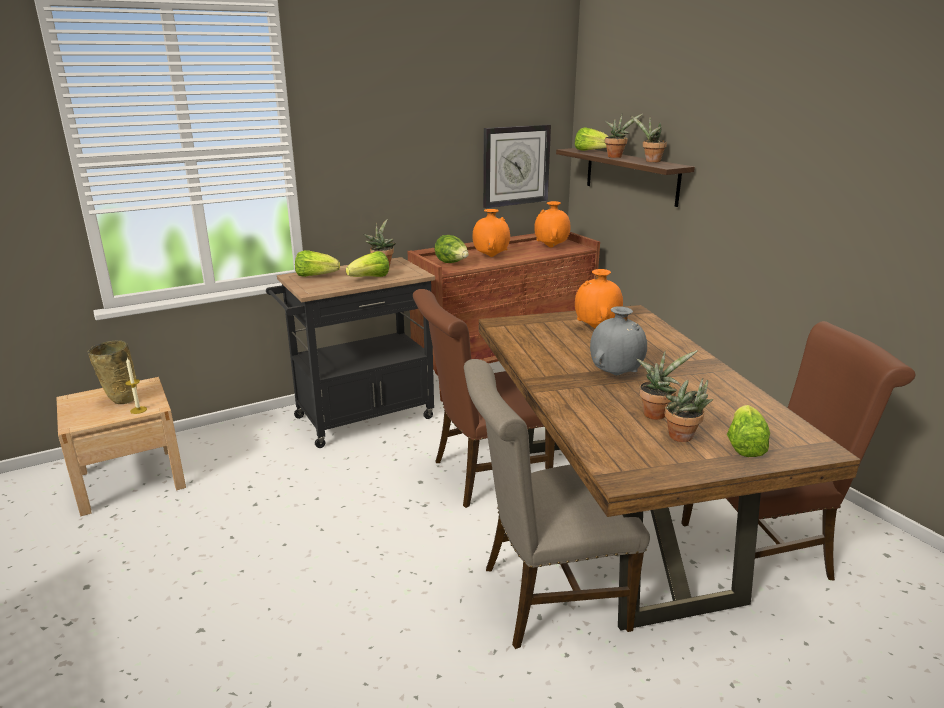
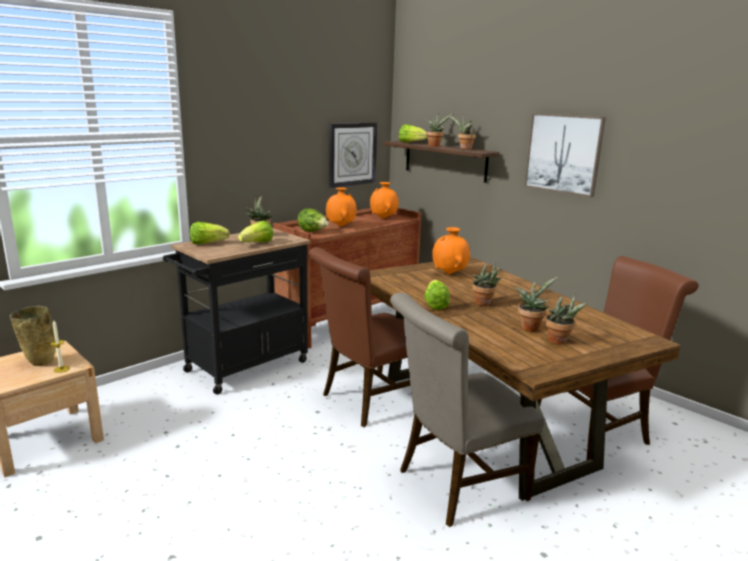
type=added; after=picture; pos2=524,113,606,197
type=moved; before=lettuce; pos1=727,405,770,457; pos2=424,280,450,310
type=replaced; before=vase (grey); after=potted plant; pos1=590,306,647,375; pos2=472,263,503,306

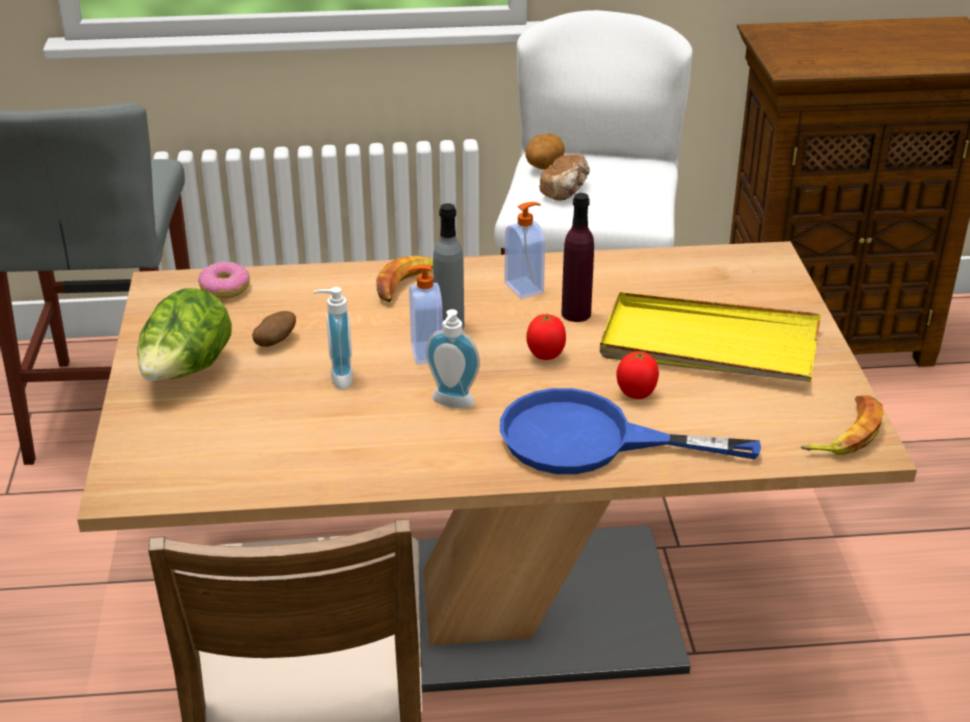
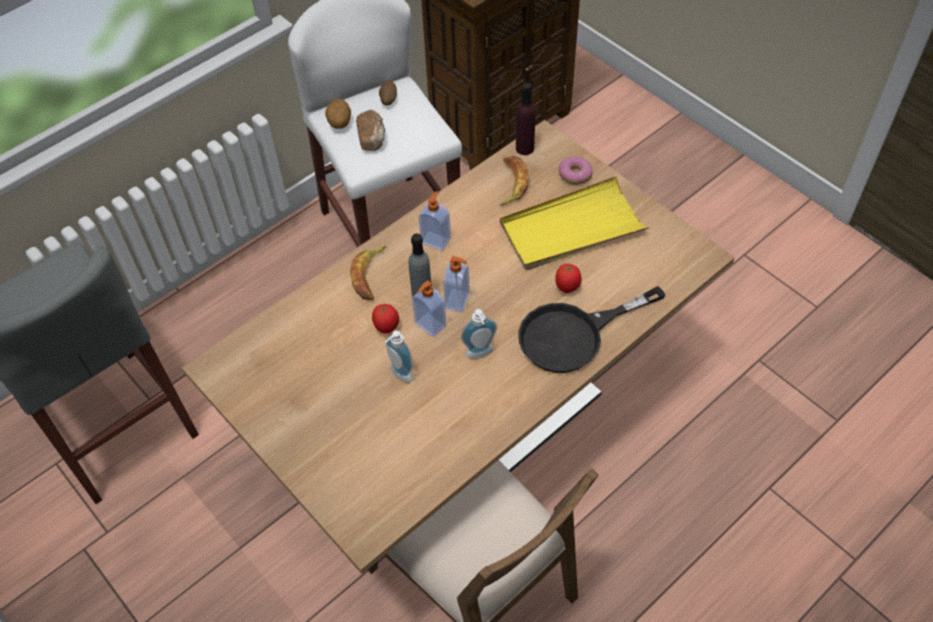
type=removed; before=lettuce; pos1=137,288,232,381
type=added; after=soap dispenser; pos2=443,256,470,312
type=moved; before=donut; pos1=198,261,250,299; pos2=558,156,593,185
type=moved; before=potato; pos1=252,311,296,347; pos2=379,80,397,106
type=moved; before=tomato; pos1=526,313,566,360; pos2=372,304,399,334
type=moved; before=bottle (purple); pos1=561,193,594,322; pos2=516,83,536,155
type=moved; before=banana; pos1=800,395,884,455; pos2=500,156,529,206
type=recoloured; before=frying pan (blue); after=frying pan (black); pos1=500,388,761,474; pos2=518,286,666,373

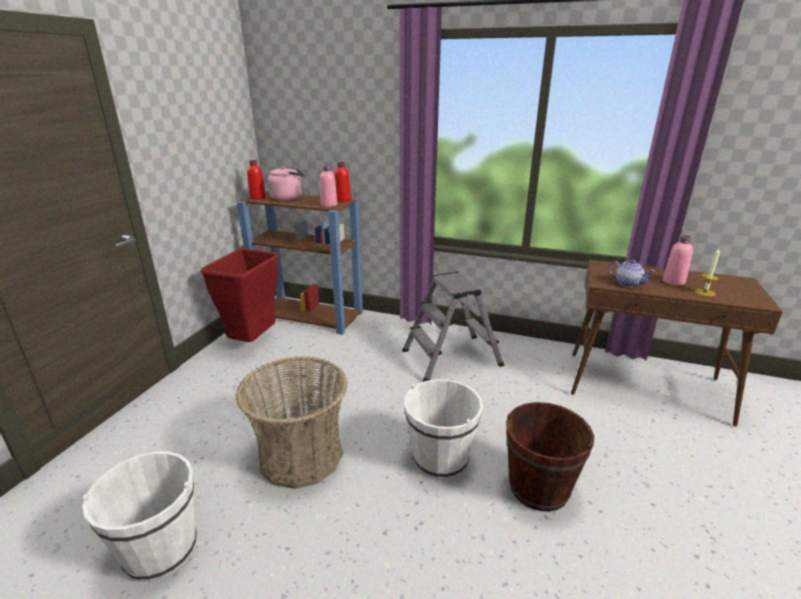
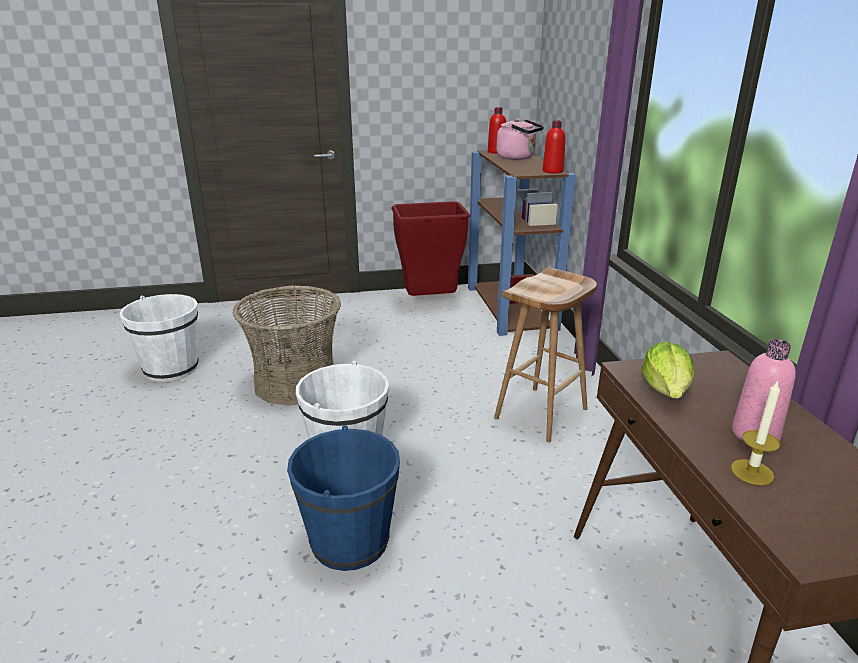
type=removed; before=bottle (pink); pos1=320,165,337,207
type=replaced; before=step ladder (grey); after=stool (brown); pos1=402,271,504,382; pos2=494,268,597,442
type=replaced; before=teapot; after=lettuce; pos1=608,260,655,287; pos2=642,341,694,399
type=recoloured; before=bucket (brown); after=bucket (blue); pos1=506,402,594,512; pos2=287,425,400,571

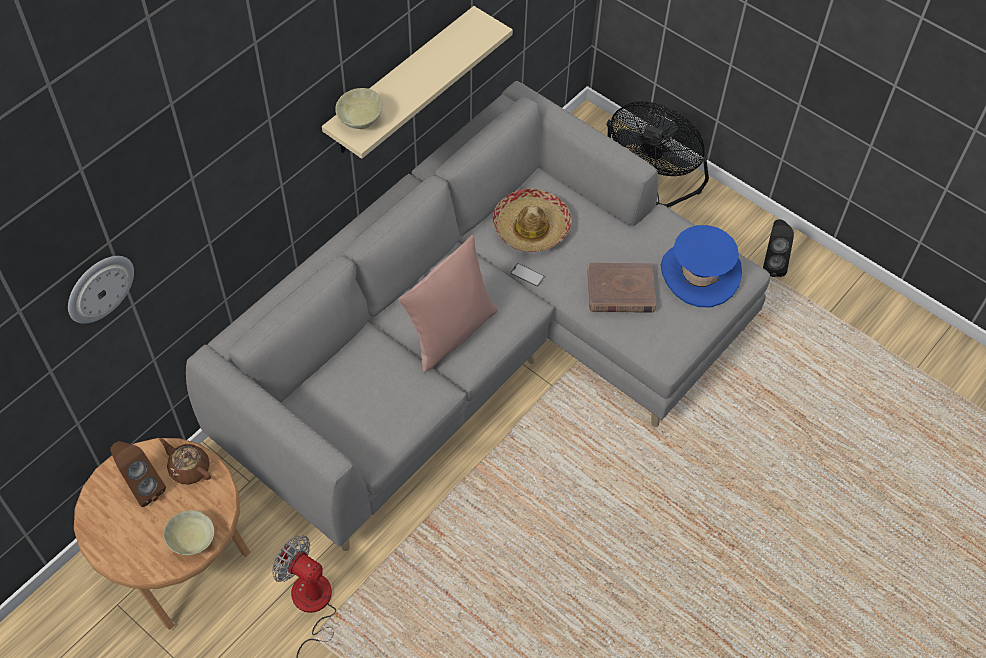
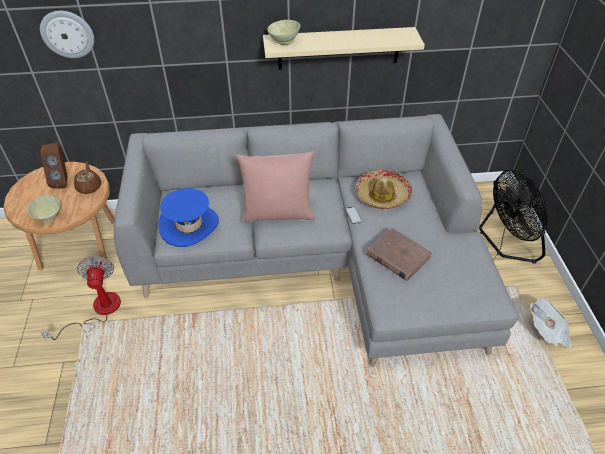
type=moved; before=hat (blue); pos1=661,225,742,307; pos2=158,188,219,247
type=replaced; before=speaker (black); after=newspaper; pos1=763,219,794,277; pos2=530,298,573,348

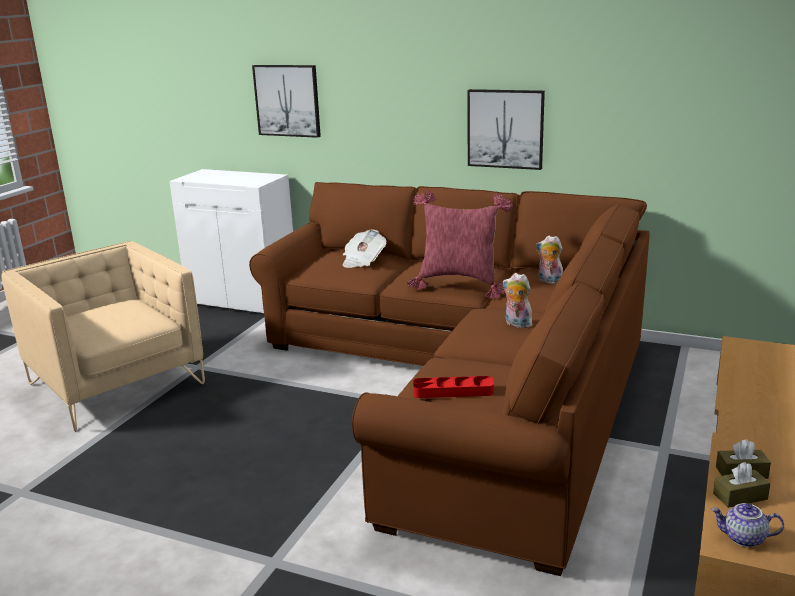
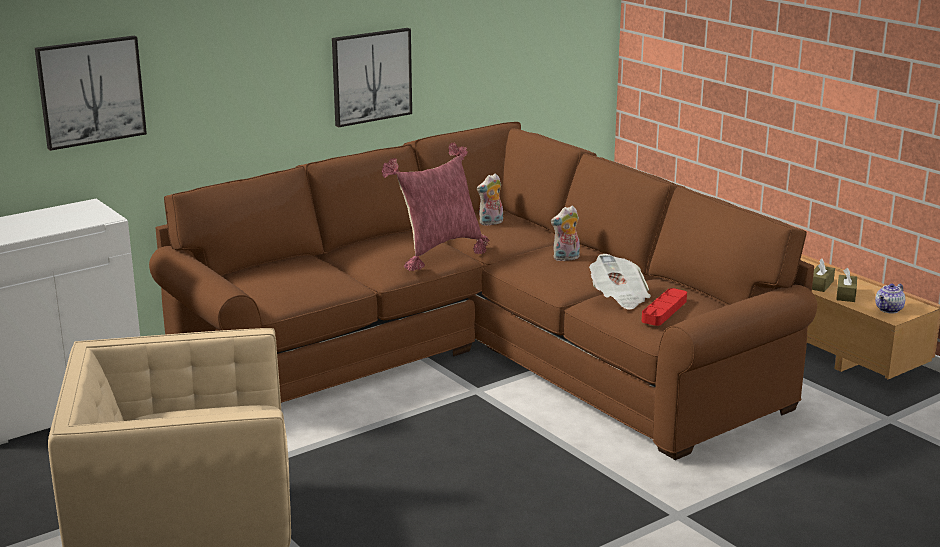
type=moved; before=newspaper; pos1=343,229,386,268; pos2=589,254,651,310

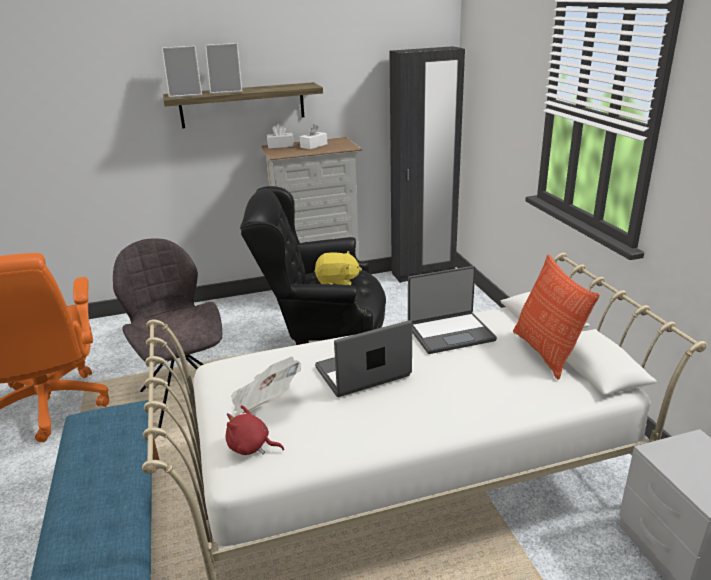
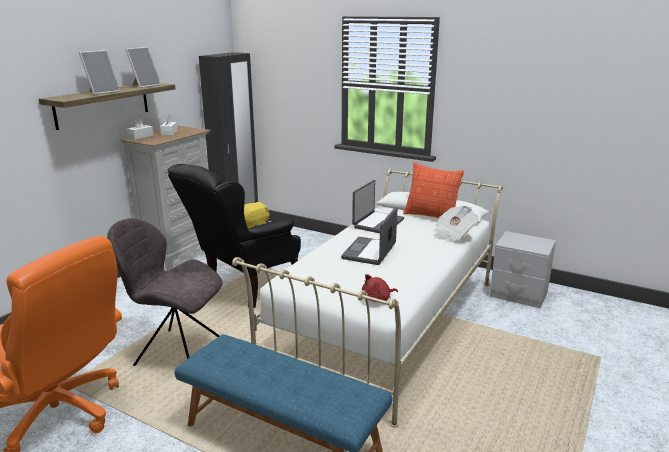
type=moved; before=picture frame; pos1=162,46,202,98; pos2=125,47,161,88
type=moved; before=newspaper; pos1=231,357,301,416; pos2=434,206,478,241

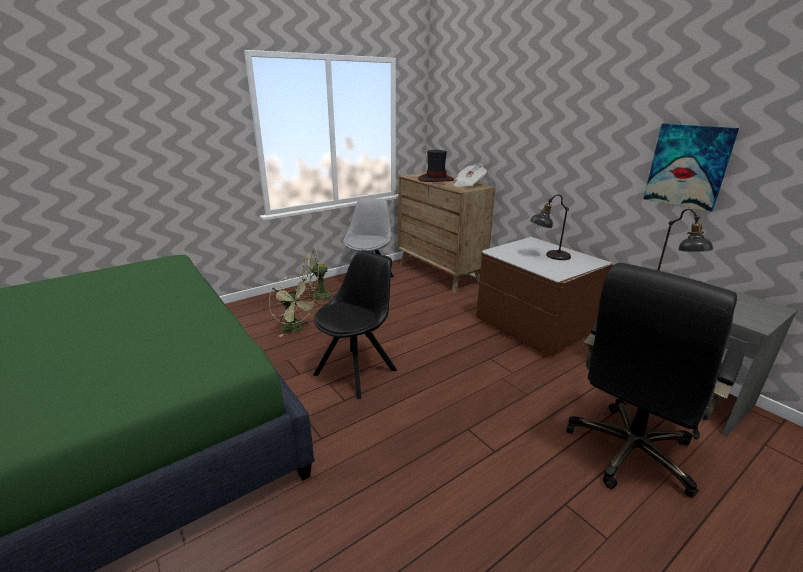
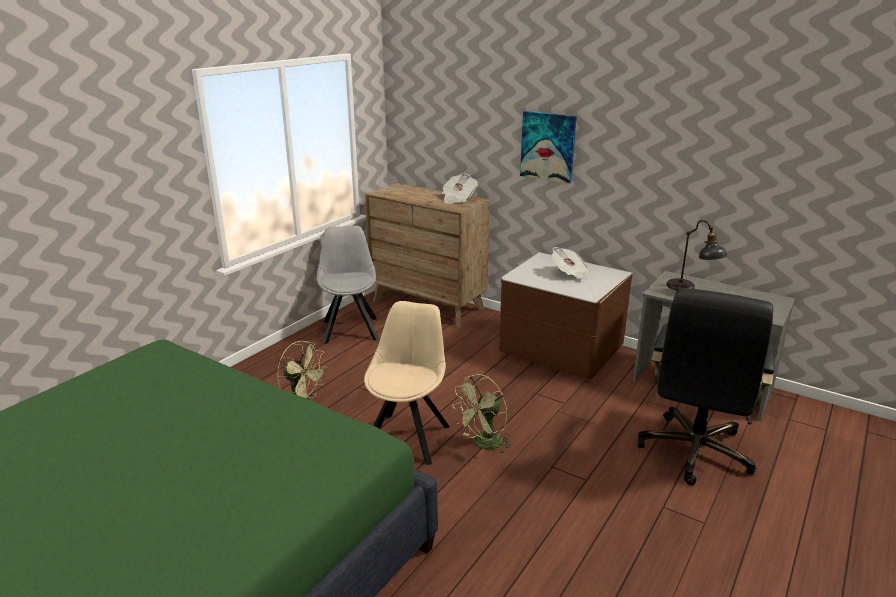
type=removed; before=hat; pos1=418,150,454,182
type=moved; before=fan (green); pos1=302,249,336,302; pos2=452,374,511,454
type=moved; before=picture; pos1=644,123,739,212; pos2=520,111,577,184
type=replaced; before=table lamp (grey); after=newspaper; pos1=530,194,571,260; pos2=551,247,591,281
type=recoloured; before=chair (black); after=chair (beige); pos1=313,250,397,399; pos2=364,301,450,465

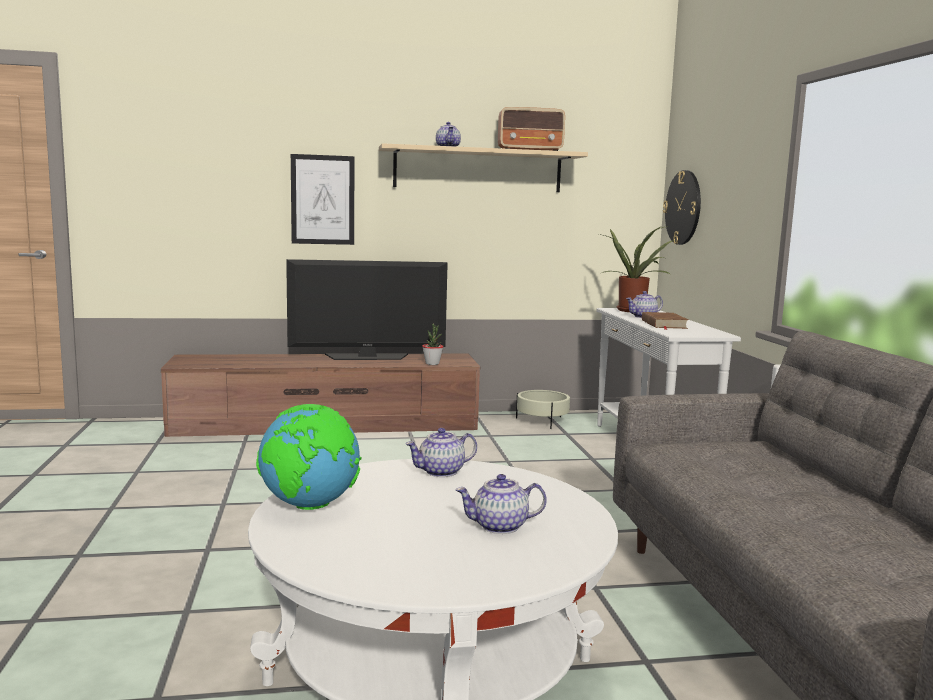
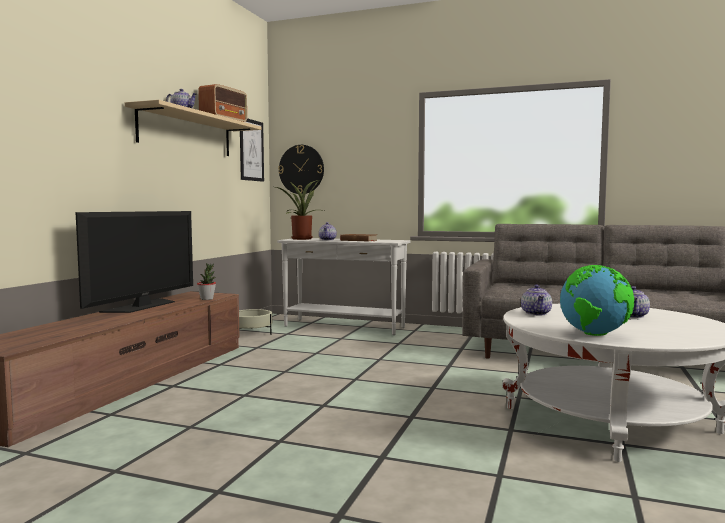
type=moved; before=picture; pos1=291,154,354,245; pos2=240,118,264,182

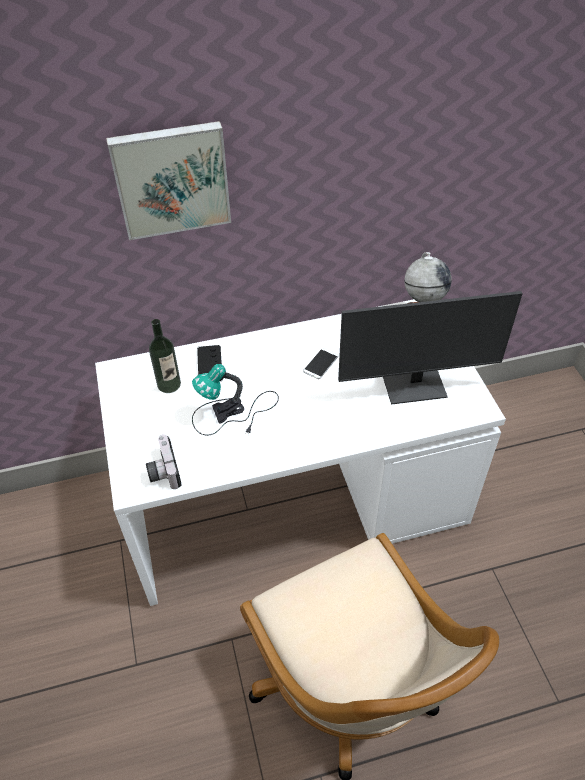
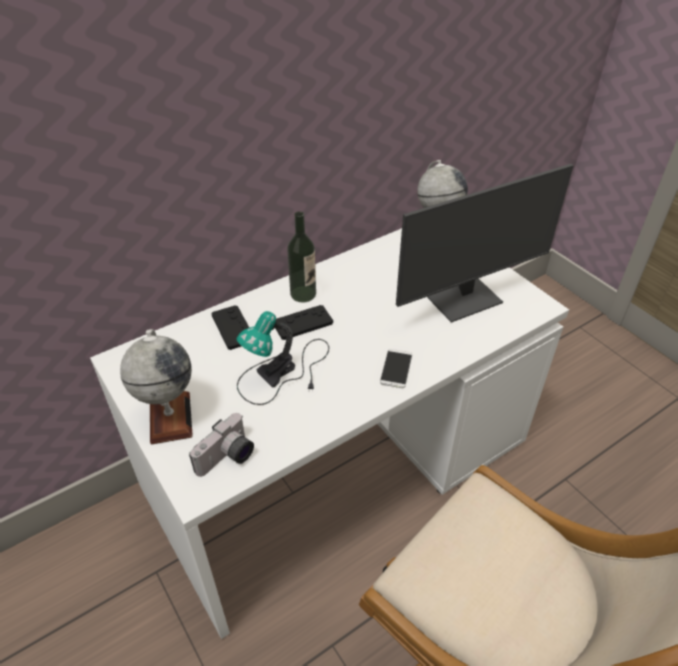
type=removed; before=picture; pos1=106,121,231,240
type=added; after=globe; pos2=120,329,193,445
type=added; after=game controller (black); pos2=275,305,333,340
type=moved; before=bottle; pos1=149,319,181,393; pos2=287,211,316,303
type=moved; before=phone; pos1=303,348,339,379; pos2=380,349,412,388
type=turned; before=photo camera; pos1=146,434,181,489; pos2=189,413,254,477; turn=-105

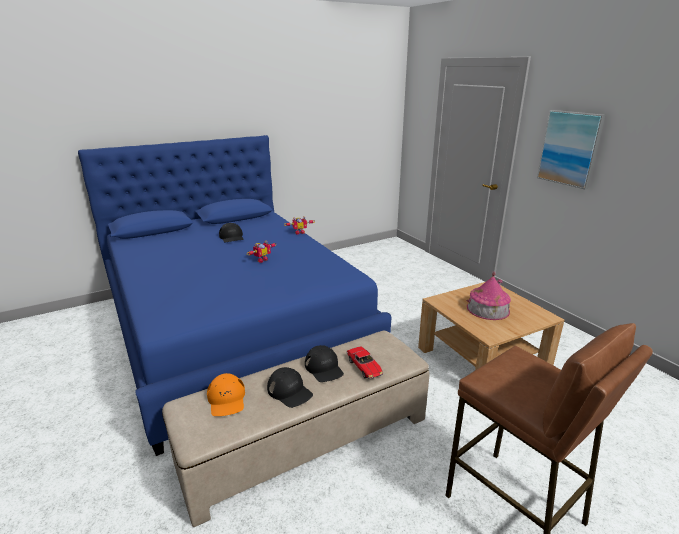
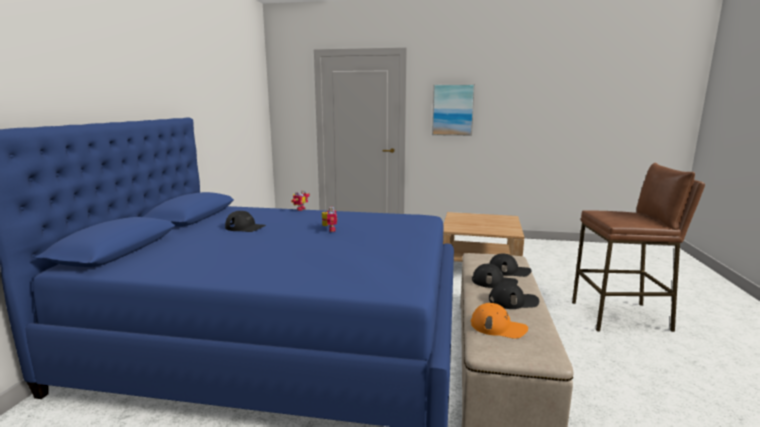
type=removed; before=toy house; pos1=466,272,511,320
type=replaced; before=toy car; after=cap (black); pos1=346,346,383,379; pos2=489,253,532,277

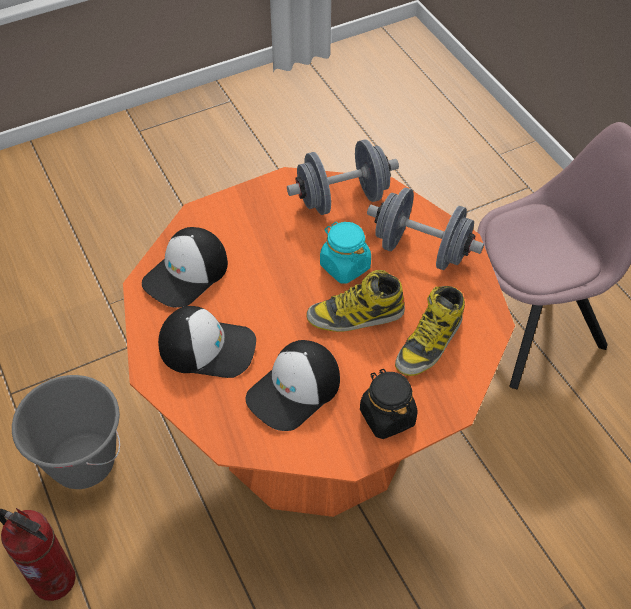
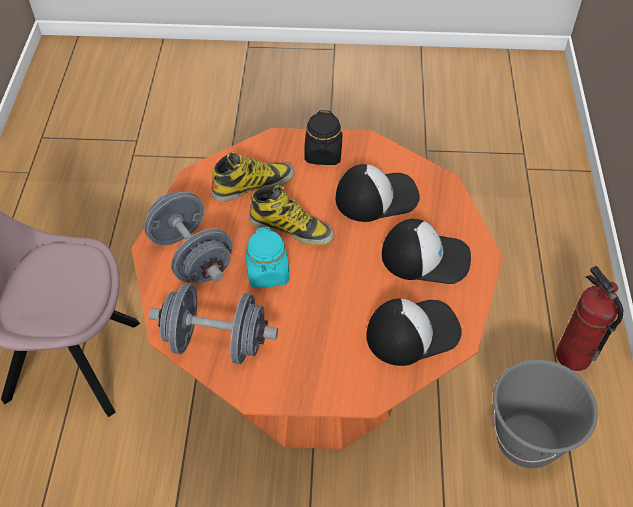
type=turned; before=cap; pos1=158,306,256,378; pos2=382,219,471,284; turn=150

